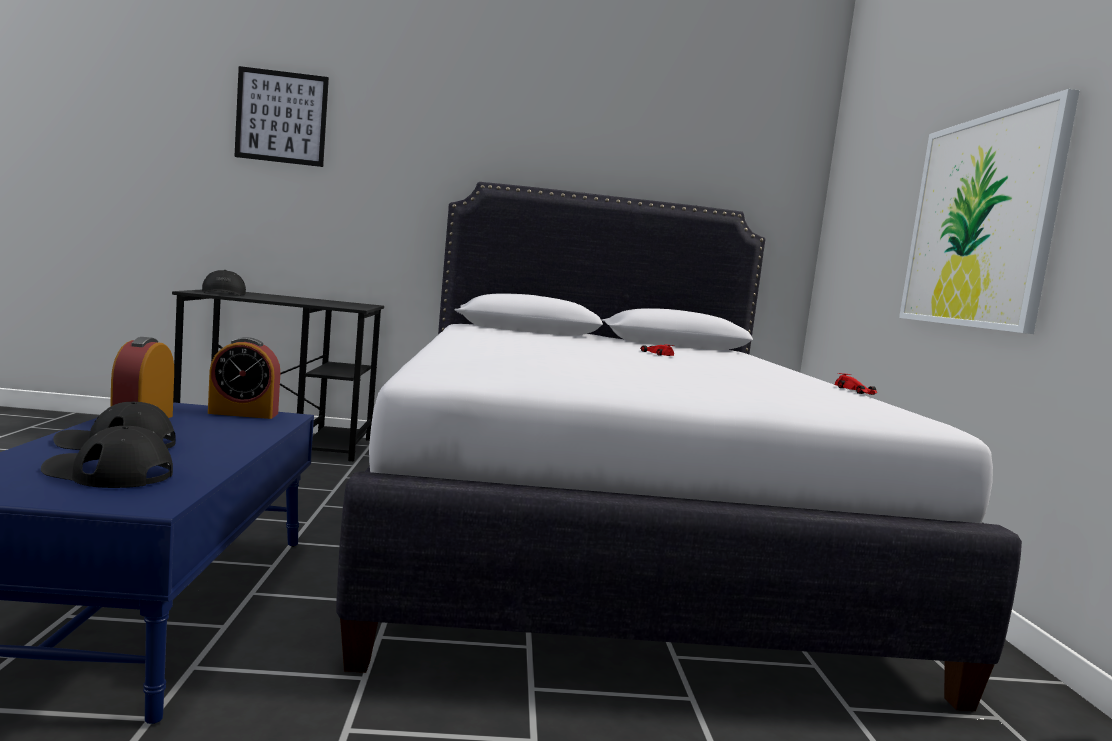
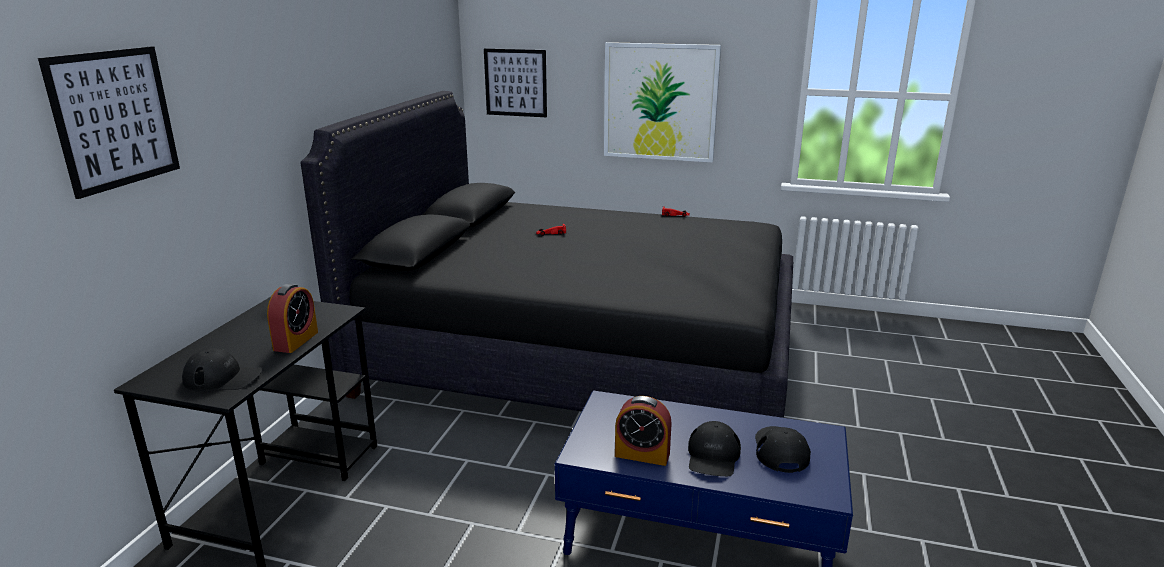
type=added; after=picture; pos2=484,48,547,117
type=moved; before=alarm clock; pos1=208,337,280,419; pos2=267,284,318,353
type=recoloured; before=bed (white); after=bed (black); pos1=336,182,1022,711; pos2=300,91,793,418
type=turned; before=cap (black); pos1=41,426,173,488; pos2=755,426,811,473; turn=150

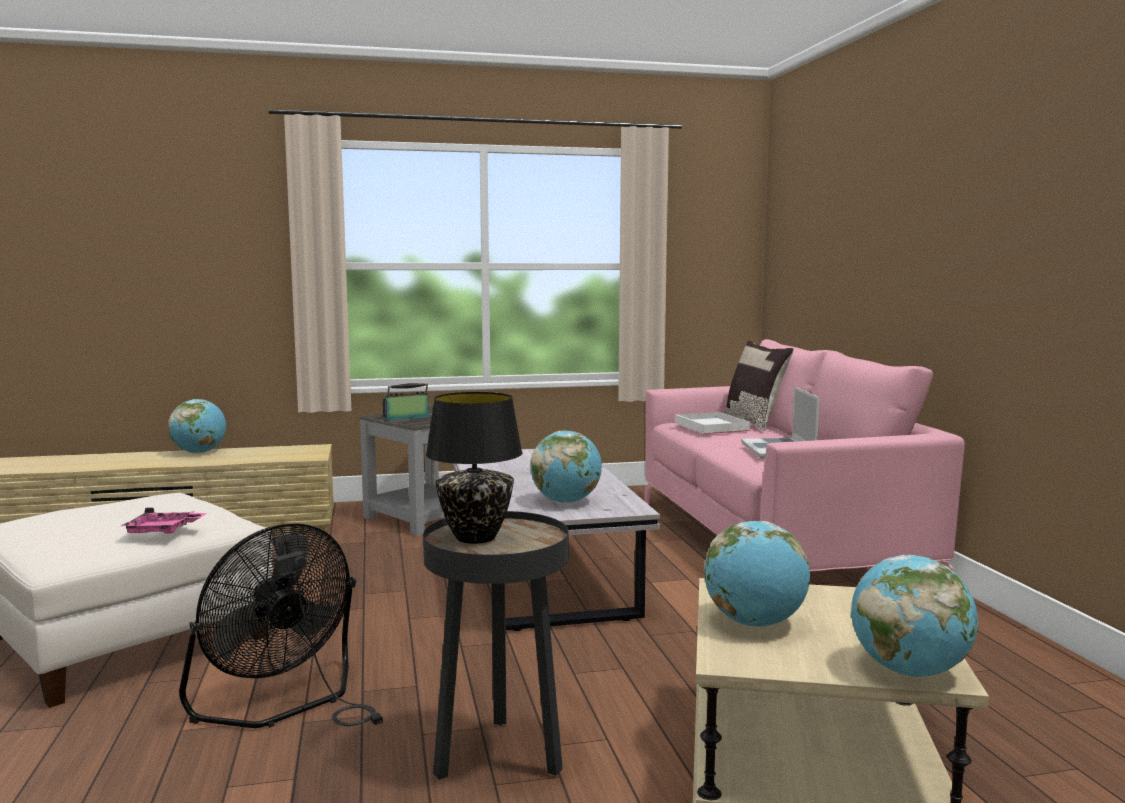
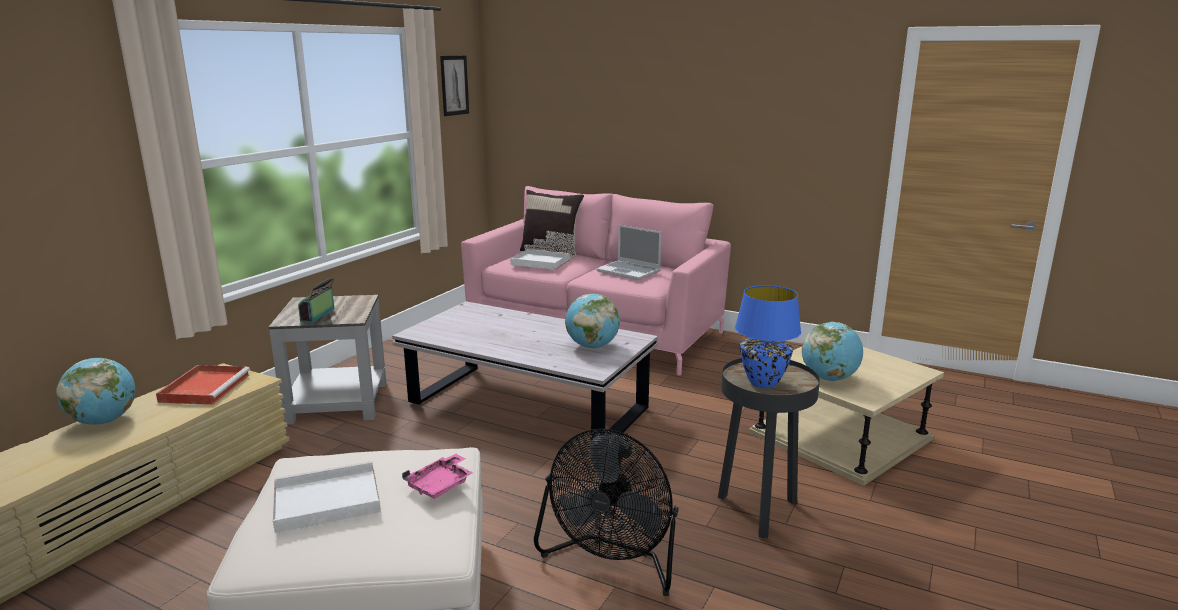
type=removed; before=globe; pos1=851,555,978,677
type=added; after=tray (red); pos2=156,365,250,405
type=added; after=tray (white); pos2=273,461,381,533
type=added; after=picture; pos2=440,56,469,116
type=recoloured; before=table lamp (black); after=table lamp (blue); pos1=426,392,523,544; pos2=735,285,801,388
type=turned; before=fan (black); pos1=179,524,383,728; pos2=534,429,678,596; turn=-60

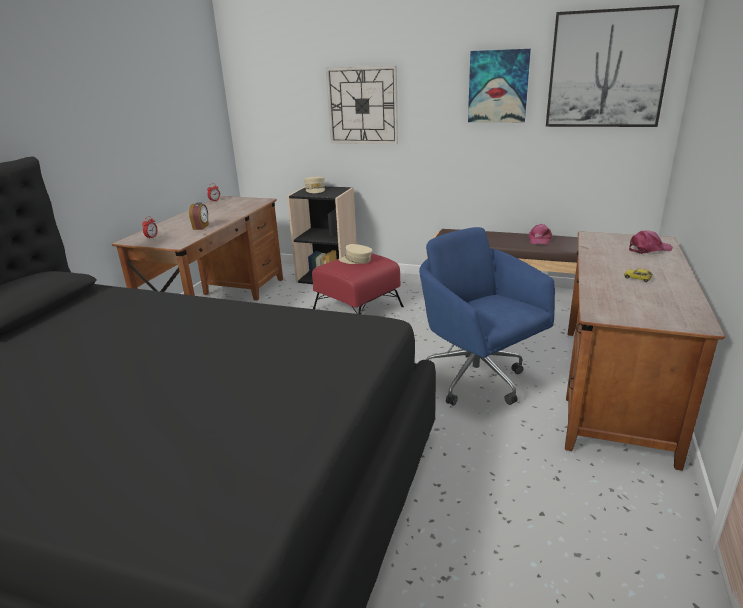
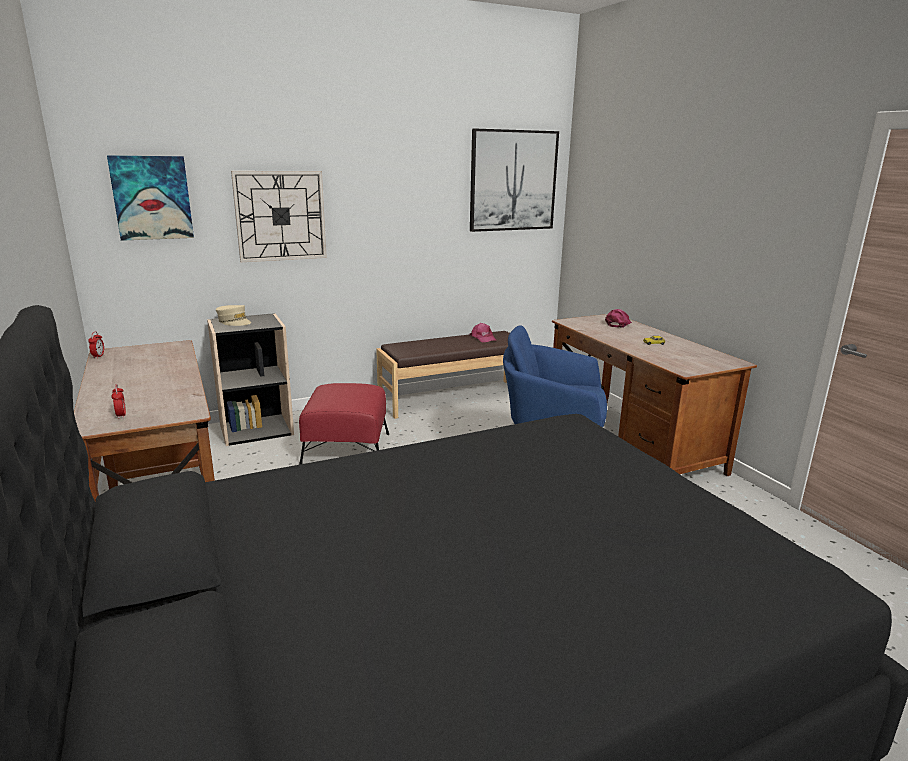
type=removed; before=alarm clock; pos1=189,202,209,230
type=removed; before=cap (beige); pos1=339,244,373,264
type=moved; before=picture; pos1=468,49,531,122; pos2=107,155,194,241

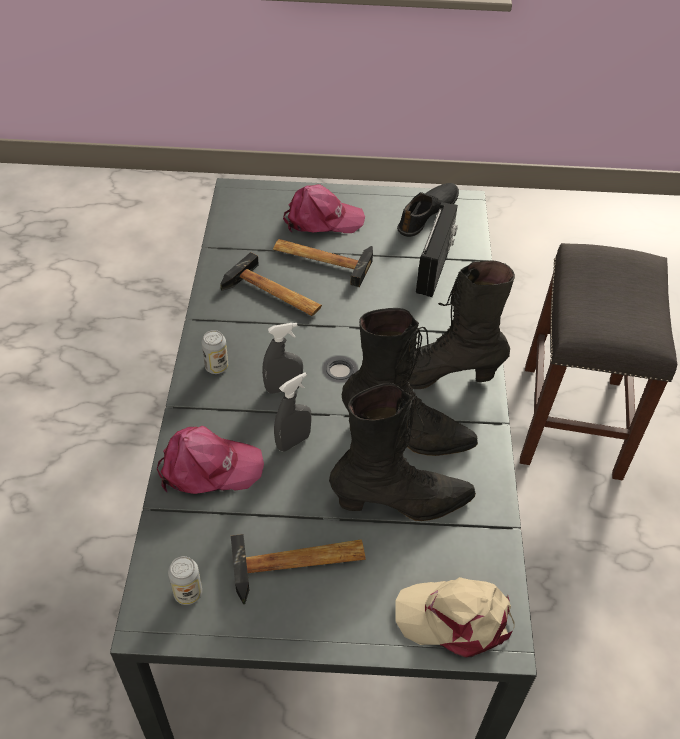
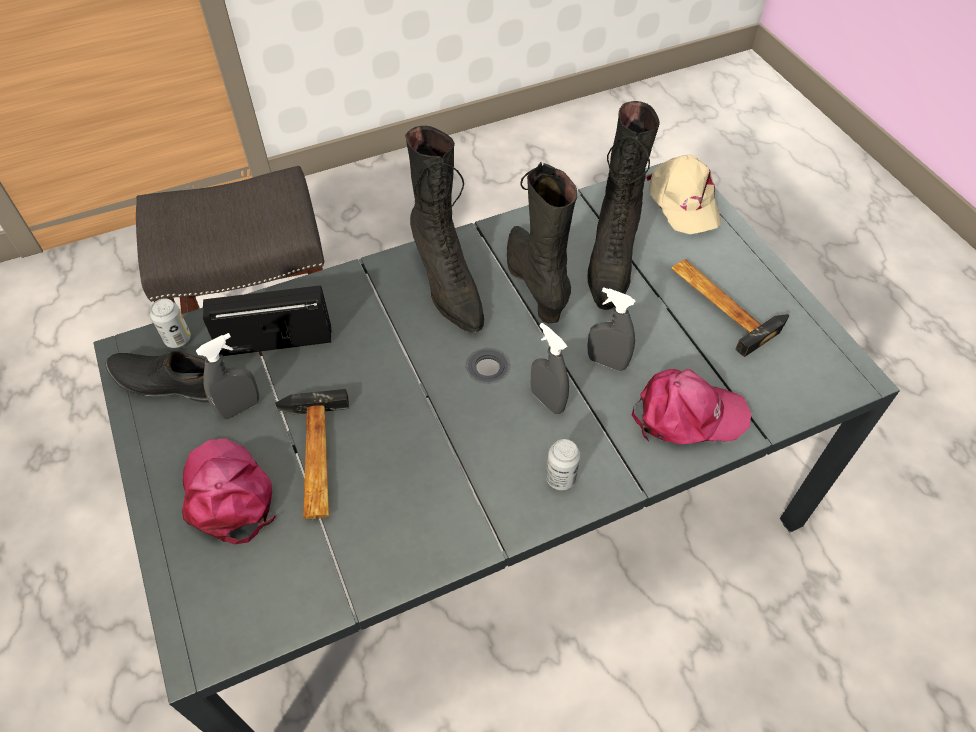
type=removed; before=hammer; pos1=220,252,322,316
type=added; after=spray bottle (grey); pos2=196,333,259,419
type=moved; before=can; pos1=168,556,202,605; pos2=150,299,191,348
type=turned; before=cap (pink); pos1=157,426,264,494; pos2=632,369,751,444; turn=120
type=turned; before=boot (black); pos1=329,383,476,521; pos2=588,101,660,310; turn=-135

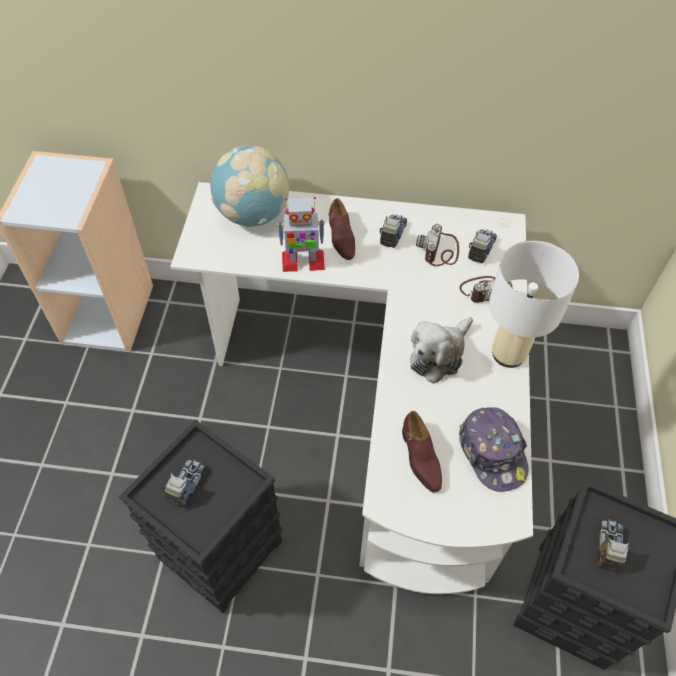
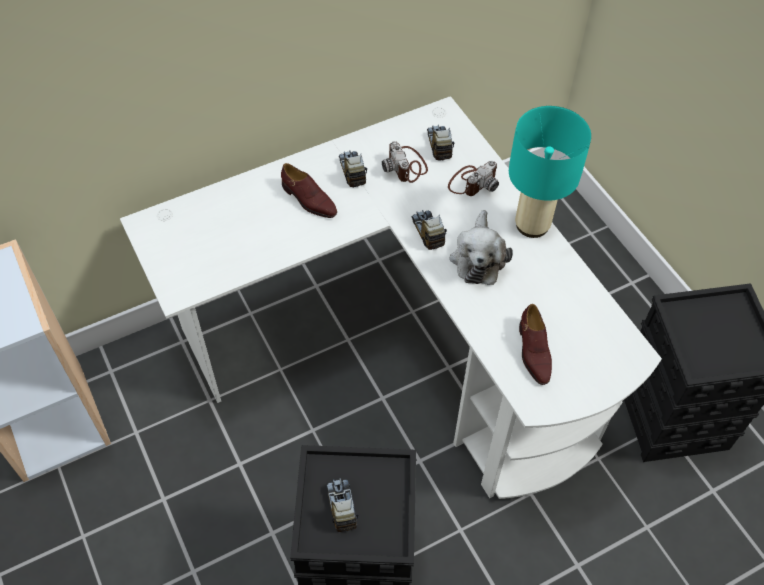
type=removed; before=globe; pos1=210,146,289,227
type=removed; before=toy robot; pos1=277,197,325,272
type=removed; before=cap; pos1=459,407,529,492
type=moved; before=toy truck; pos1=597,519,629,572; pos2=411,210,447,250
type=recoloured; before=table lamp (white); after=table lamp (turquoise); pos1=489,241,579,368; pos2=509,106,591,238
type=turned; before=shoe (brown); pos1=402,411,442,493; pos2=519,304,552,385; turn=45

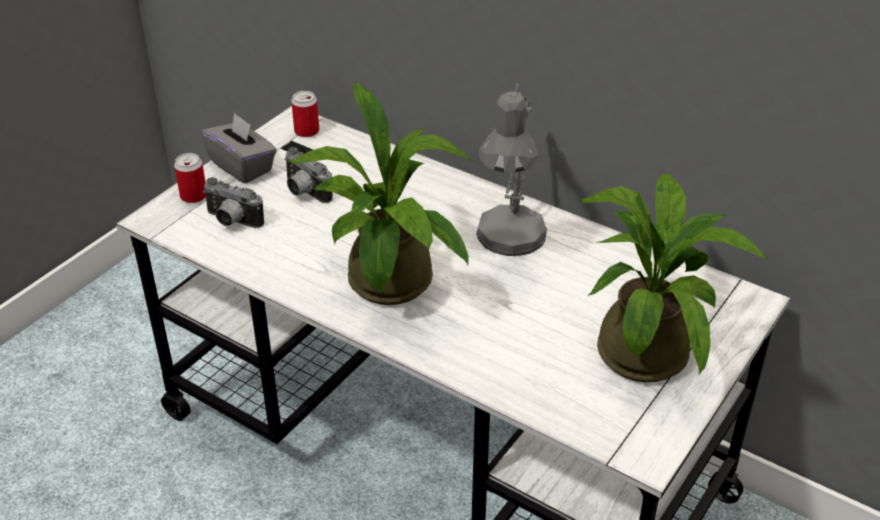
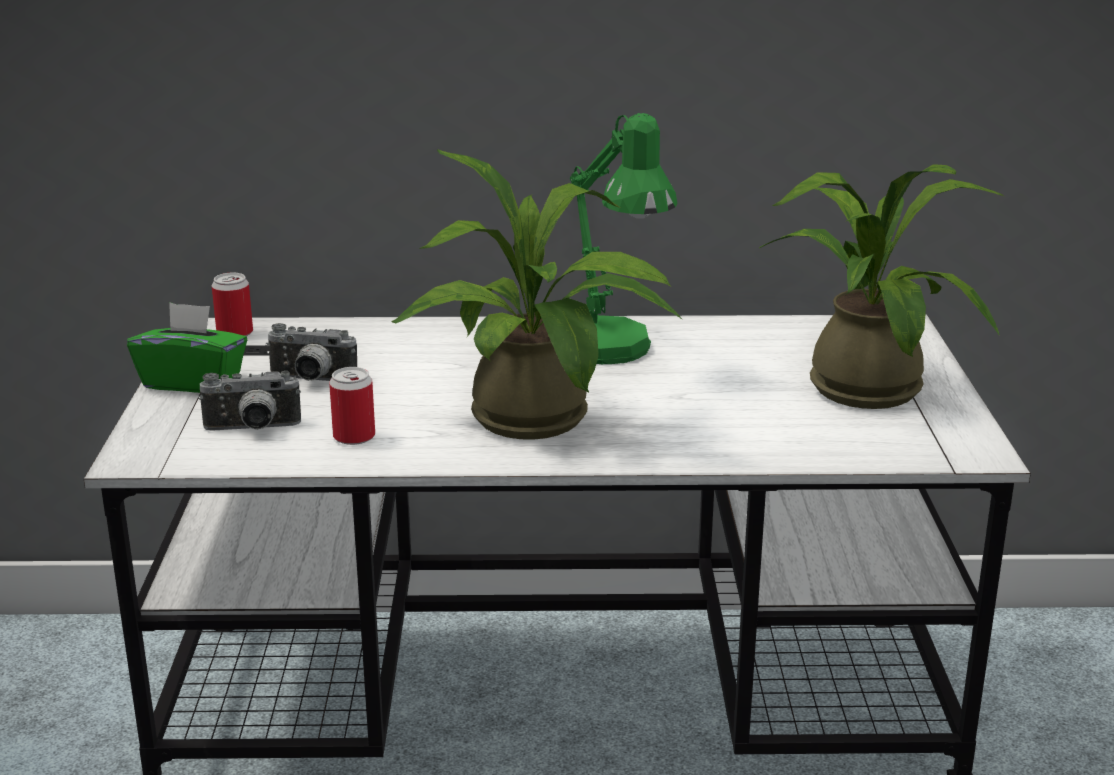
type=moved; before=can; pos1=174,153,206,203; pos2=329,367,375,445
type=recoloured; before=tissue box (grey); after=tissue box (green); pos1=201,113,277,183; pos2=127,302,247,393
type=recoloured; before=table lamp (grey); after=table lamp (green); pos1=476,83,547,256; pos2=570,113,678,364

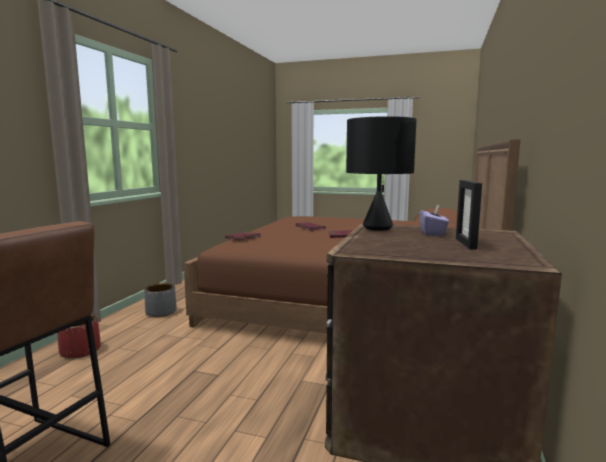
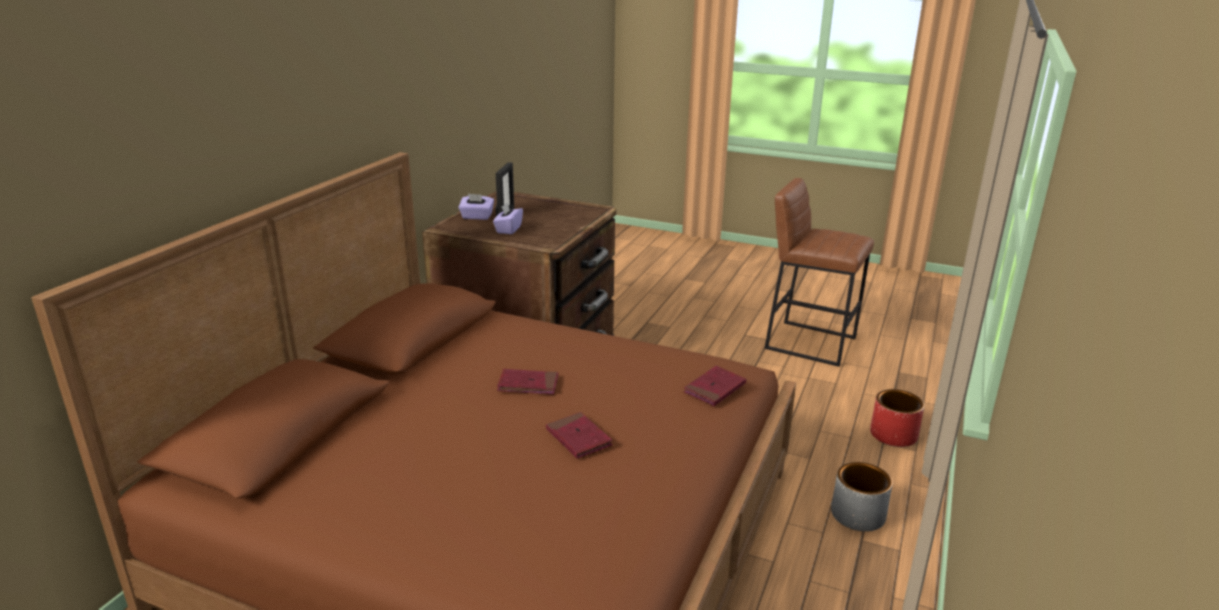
type=removed; before=table lamp (black); pos1=346,116,416,231
type=added; after=tissue box (purple); pos2=458,194,494,220

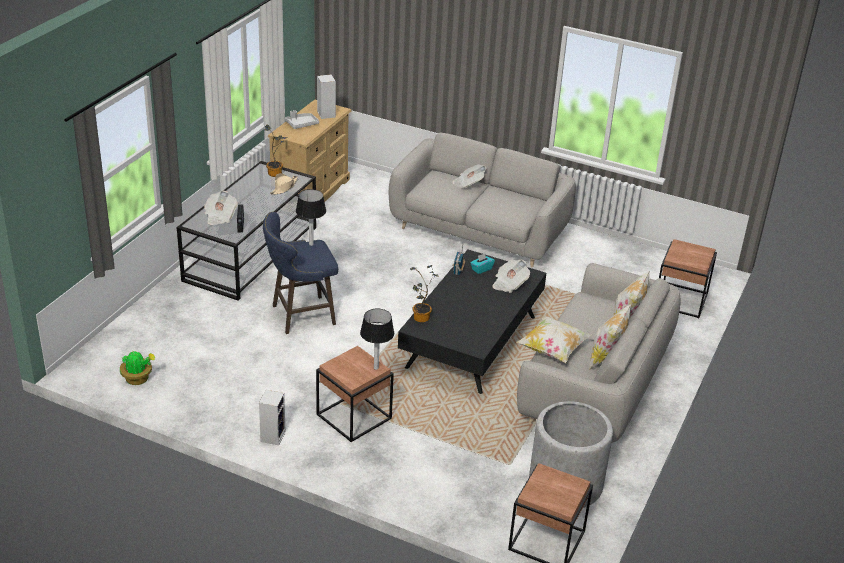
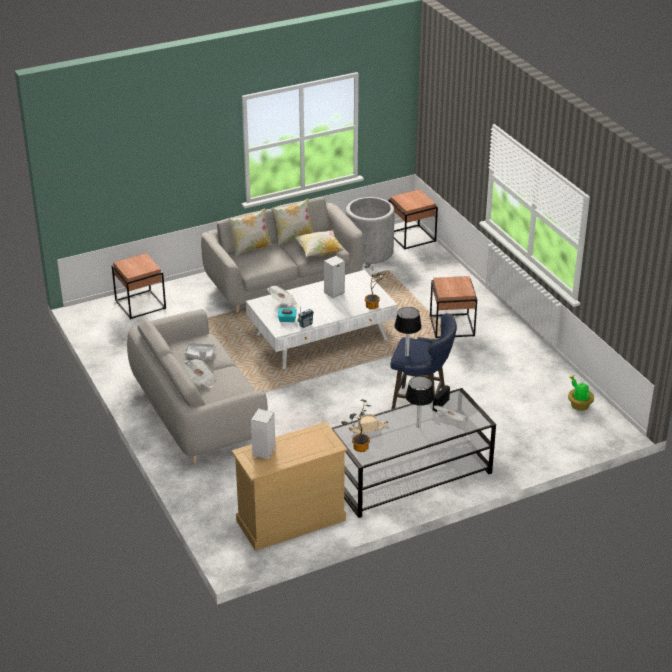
type=moved; before=speaker; pos1=259,390,285,445; pos2=324,256,345,298
type=moved; before=tray (grey); pos1=285,110,319,129; pos2=185,343,215,360
type=moved; before=table lamp; pos1=360,309,394,370; pos2=405,376,434,428
type=recoloured; before=coffee table (black); after=coffee table (white); pos1=398,250,546,394; pos2=246,270,398,369

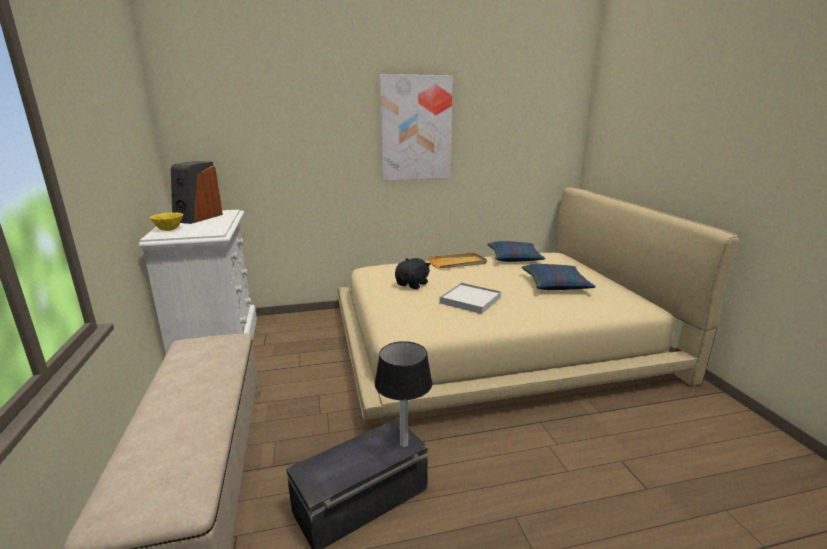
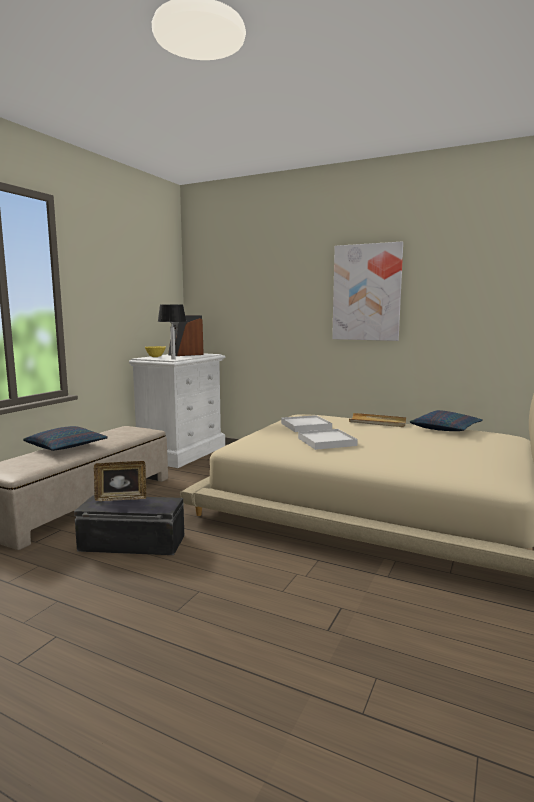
type=added; after=picture frame; pos2=94,461,146,501
type=moved; before=table lamp; pos1=375,341,432,447; pos2=158,304,187,359
type=moved; before=pillow (blue); pos1=522,264,596,290; pos2=23,426,108,451
type=replaced; before=plush toy (black); after=tray (white); pos1=395,258,431,289; pos2=281,415,332,432

